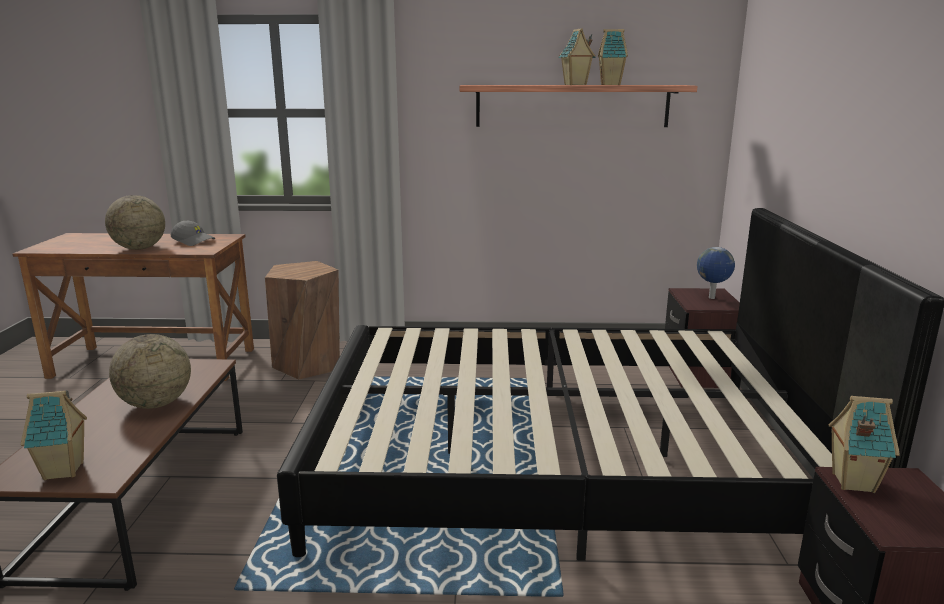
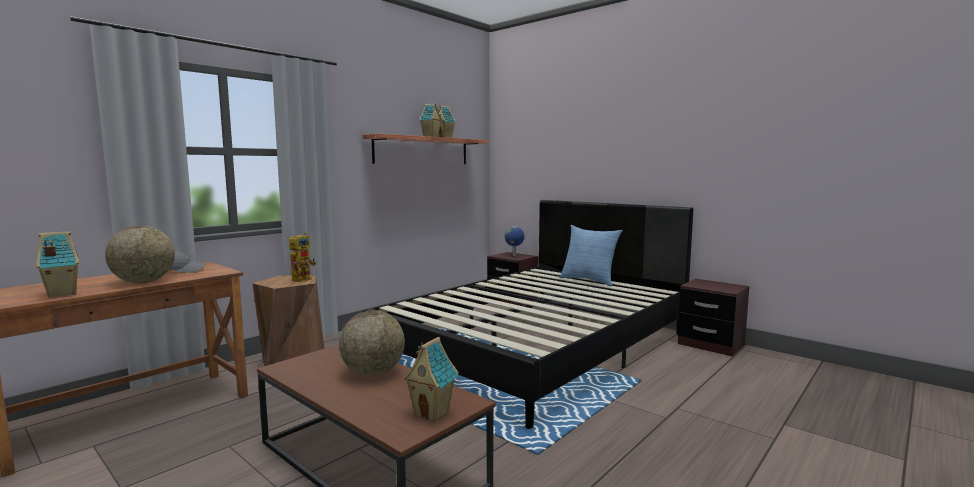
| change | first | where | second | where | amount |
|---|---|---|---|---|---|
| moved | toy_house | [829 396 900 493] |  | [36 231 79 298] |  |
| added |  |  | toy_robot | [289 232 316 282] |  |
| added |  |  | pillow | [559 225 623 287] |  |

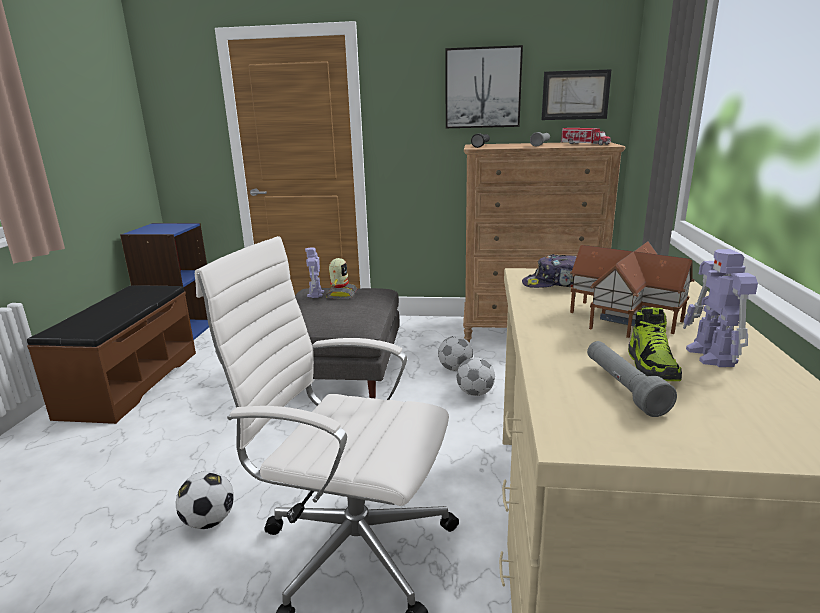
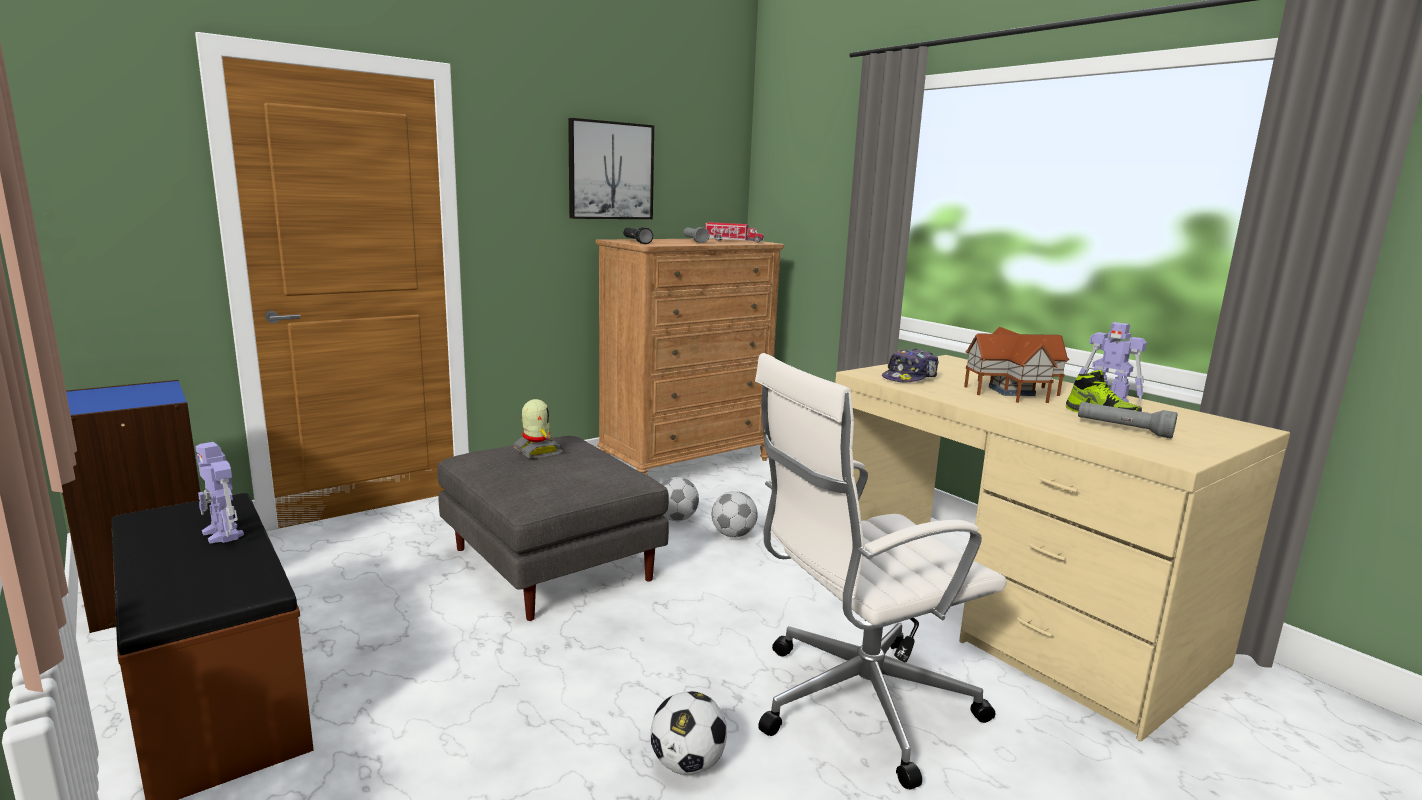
| change | first | where | second | where | amount |
|---|---|---|---|---|---|
| moved | toy_robot | [305 248 324 298] |  | [195 442 244 543] |  |
| removed | picture | [542 69 612 120] |  |  |  |

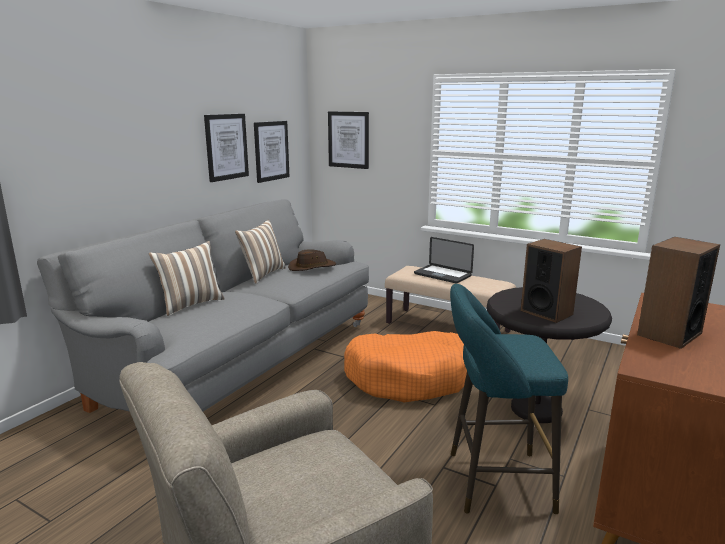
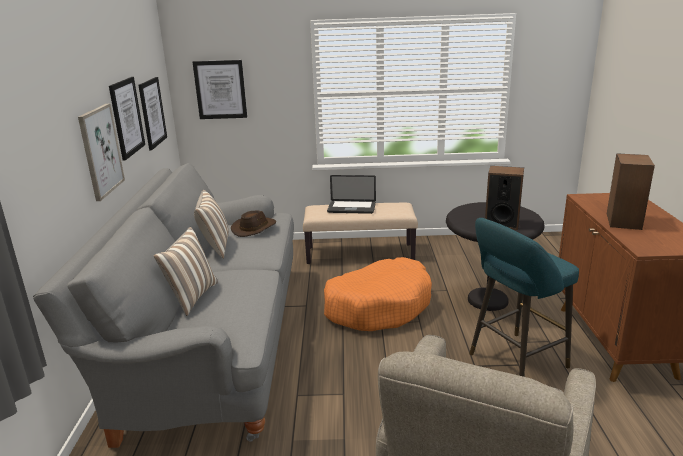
| change | first | where | second | where | amount |
|---|---|---|---|---|---|
| added |  |  | picture | [78 104 125 201] |  |

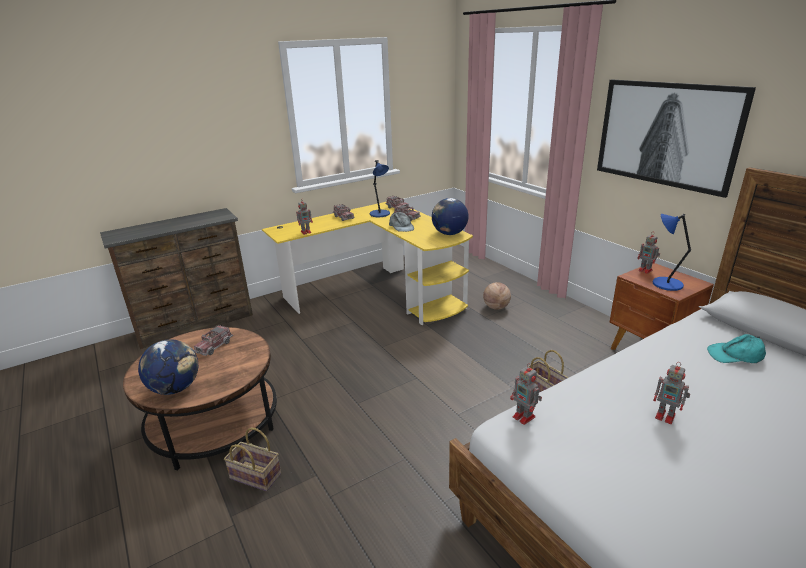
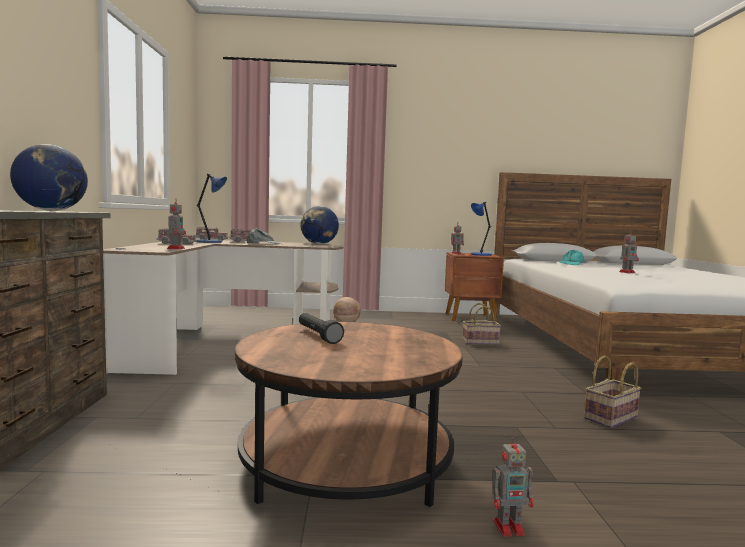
| change | first | where | second | where | amount |
|---|---|---|---|---|---|
| moved | globe | [138 339 198 395] |  | [10 144 88 211] |  |
| recoloured | yellow_desk | [262 202 473 325] | brown_desk | [103 240 344 375] |  |
| replaced | toy_truck | [194 325 233 356] | black_flashlight | [299 313 344 344] |  |
| moved | toy_robot | [510 364 542 425] |  | [493 436 534 537] |  |
| moved | basket | [224 427 281 491] |  | [584 355 641 428] |  |
| removed | picture | [597 79 756 198] |  |  |  |

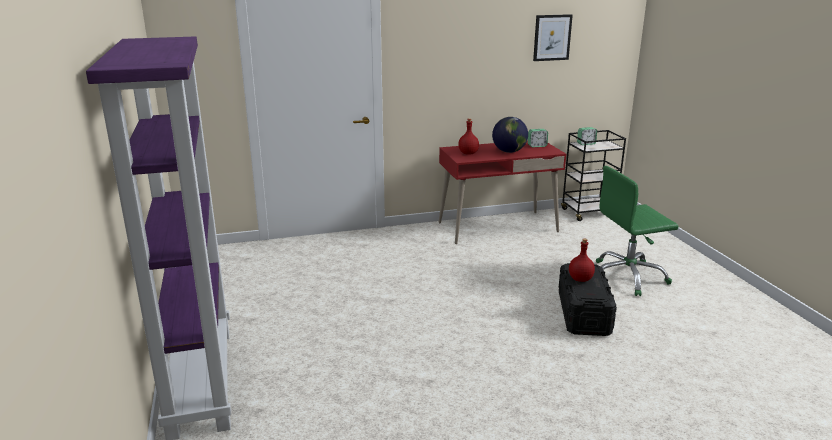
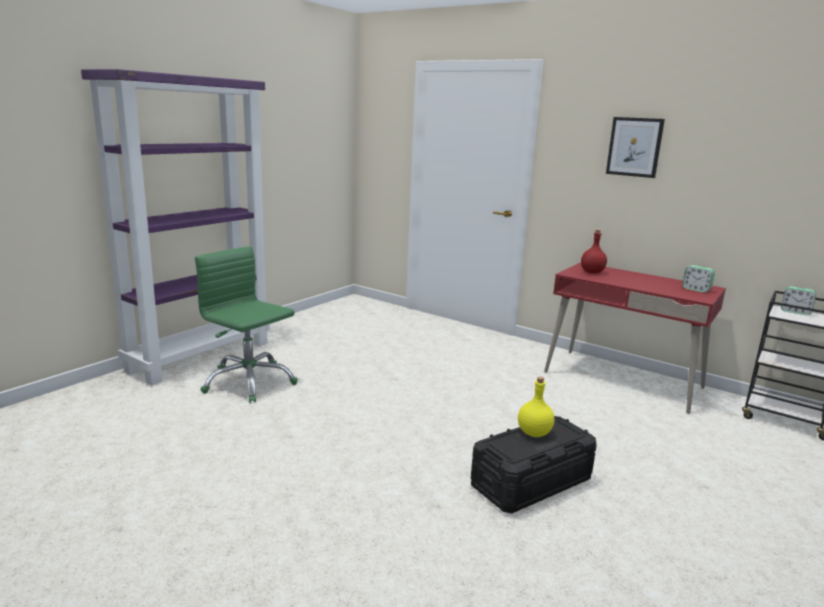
| change | first | where | second | where | amount |
|---|---|---|---|---|---|
| moved | green_office_chair | [596 166 679 296] |  | [195 246 298 403] |  |
| recoloured | red_bottle | [569 239 595 282] | yellow_bottle | [518 377 555 437] |  |
| moved | picture | [533 14 573 61] |  | [606 117 665 178] |  |
| removed | globe | [492 117 528 153] |  |  |  |

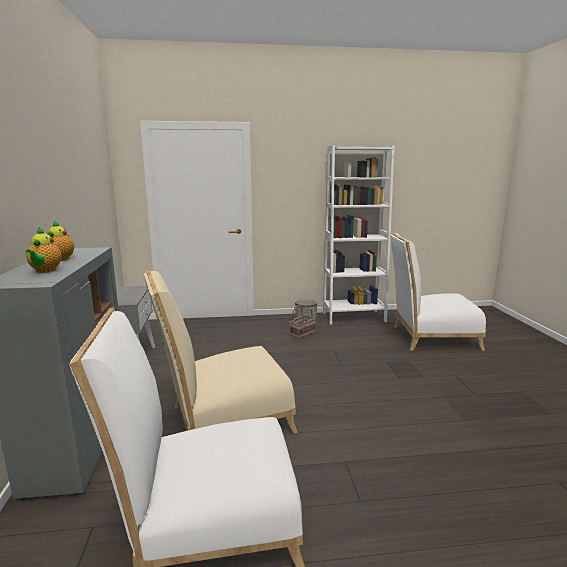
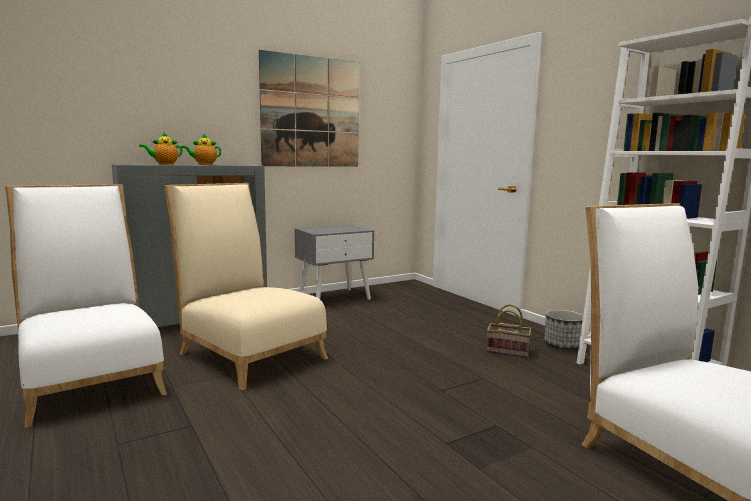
| change | first | where | second | where | amount |
|---|---|---|---|---|---|
| added |  |  | picture | [259 50 359 167] |  |

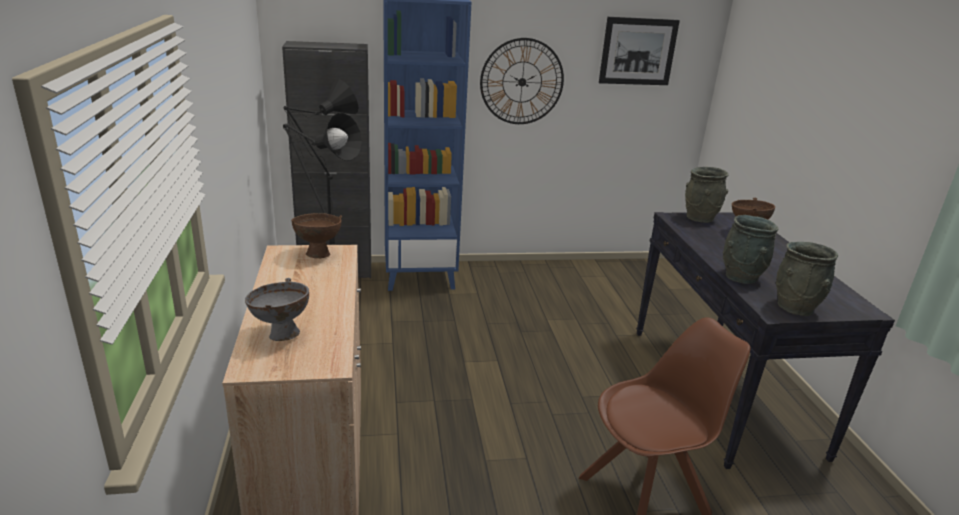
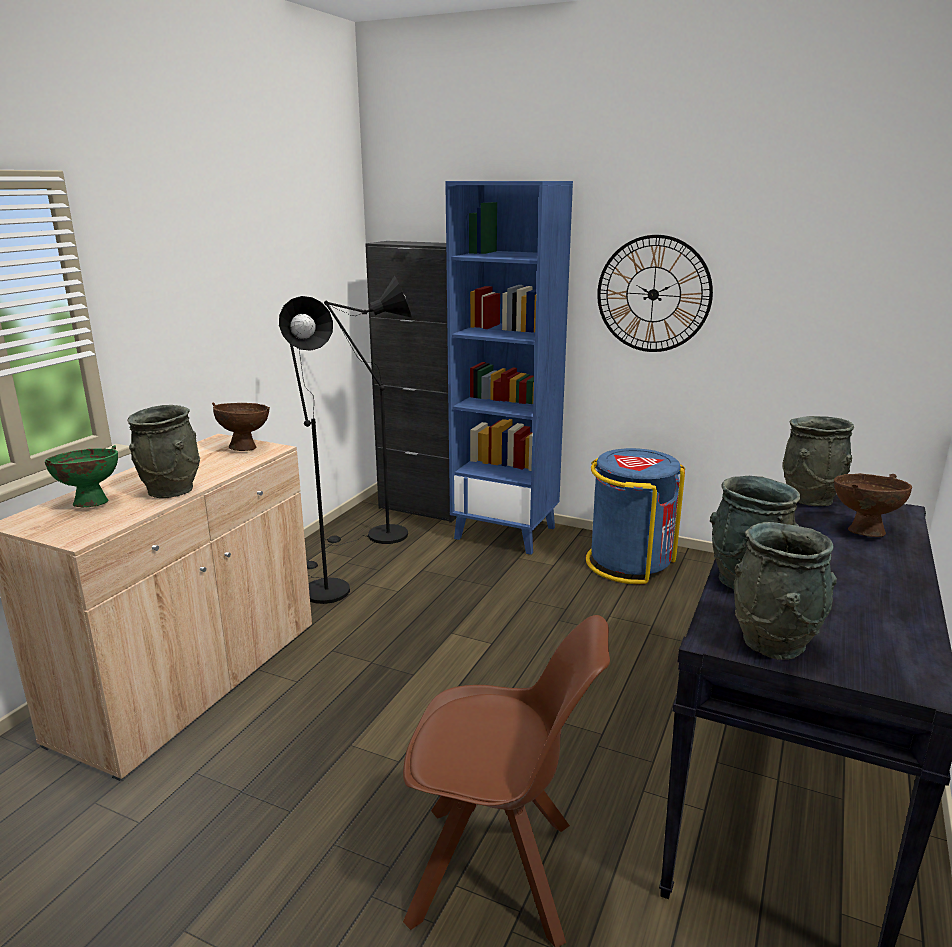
| change | first | where | second | where | amount |
|---|---|---|---|---|---|
| recoloured | grey_bowl | [245 278 309 341] | green_bowl | [45 445 118 507] |  |
| added |  |  | grey_vase | [127 405 200 498] |  |
| added |  |  | blue_trash_can | [586 448 685 584] |  |
| removed | picture | [599 17 680 85] |  |  |  |

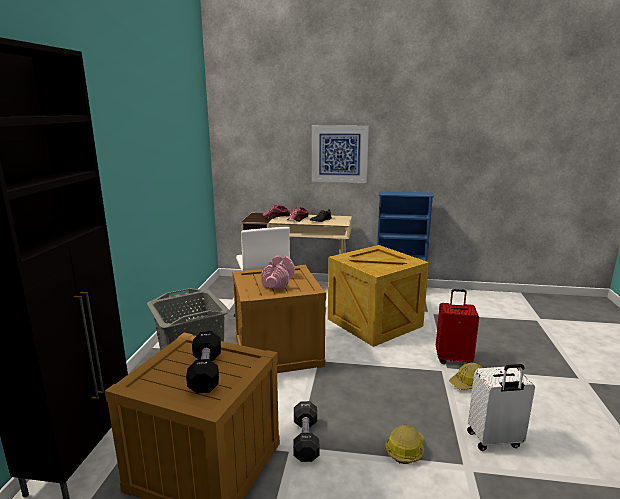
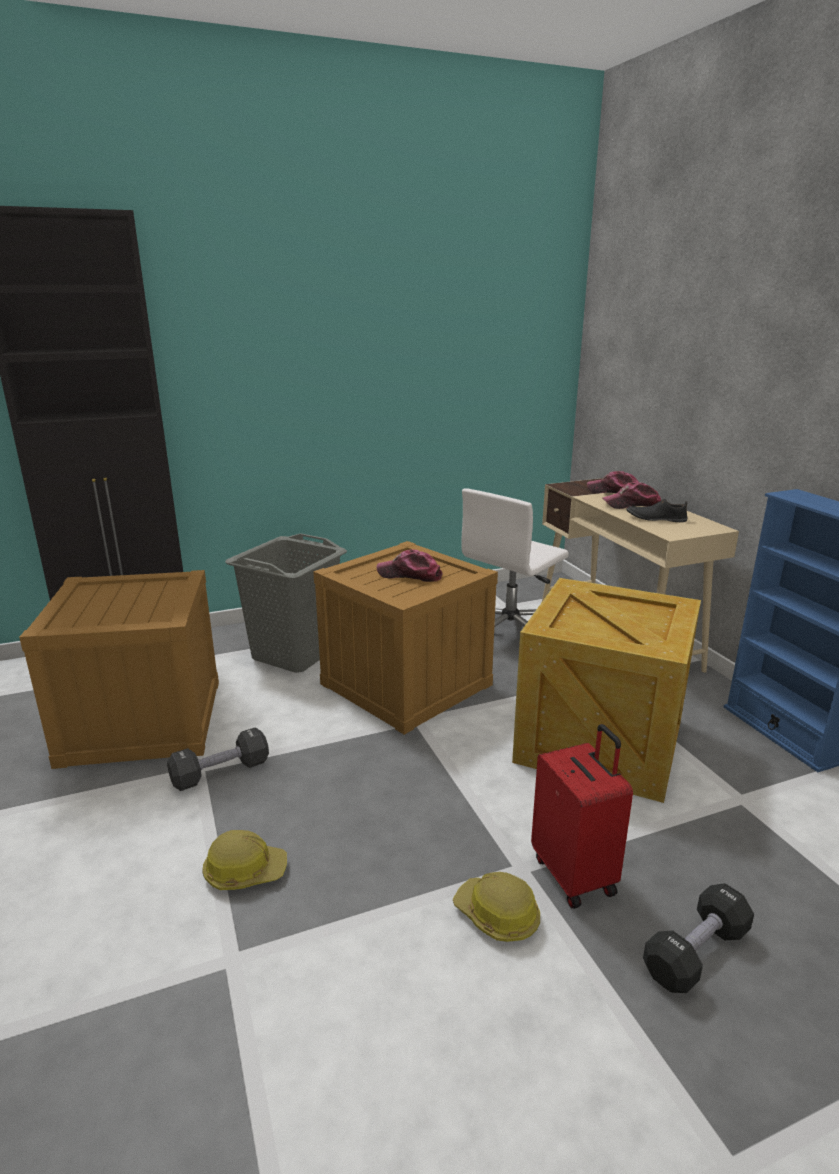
| change | first | where | second | where | amount |
|---|---|---|---|---|---|
| replaced | pink_dumbbell | [261 255 295 289] | cap | [377 550 442 582] |  |
| moved | black_dumbbell | [186 331 221 394] |  | [643 883 754 993] |  |
| removed | picture | [312 125 369 183] |  |  |  |
| removed | white_suitcase | [467 364 535 451] |  |  |  |

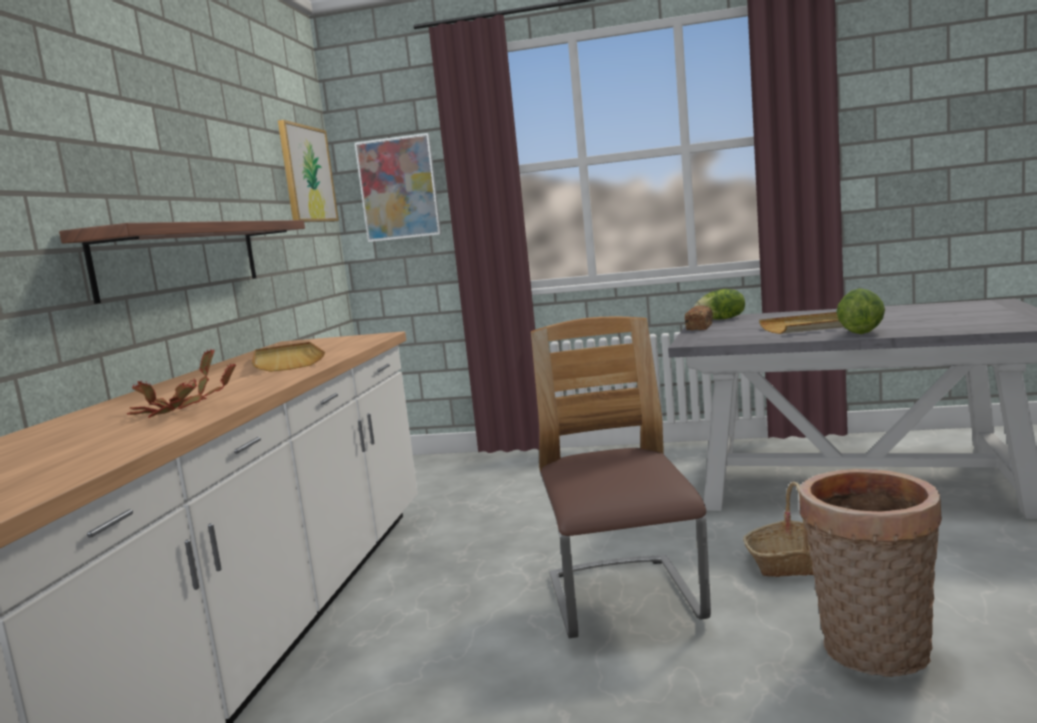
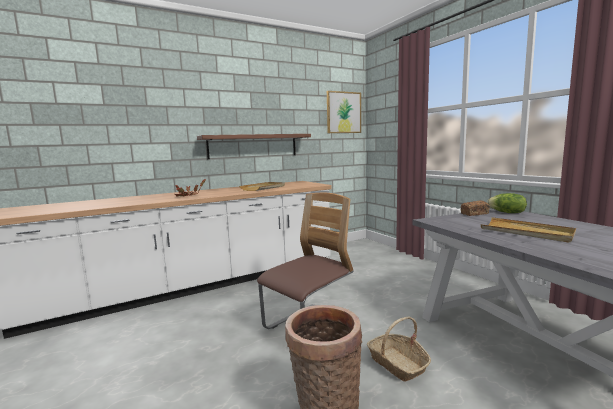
| change | first | where | second | where | amount |
|---|---|---|---|---|---|
| removed | picture | [355 133 441 242] |  |  |  |
| removed | lettuce | [836 288 885 334] |  |  |  |

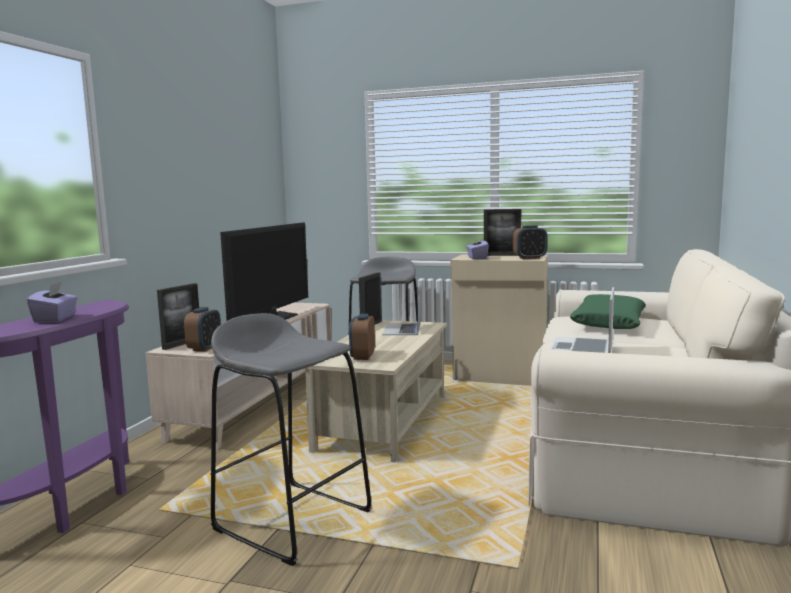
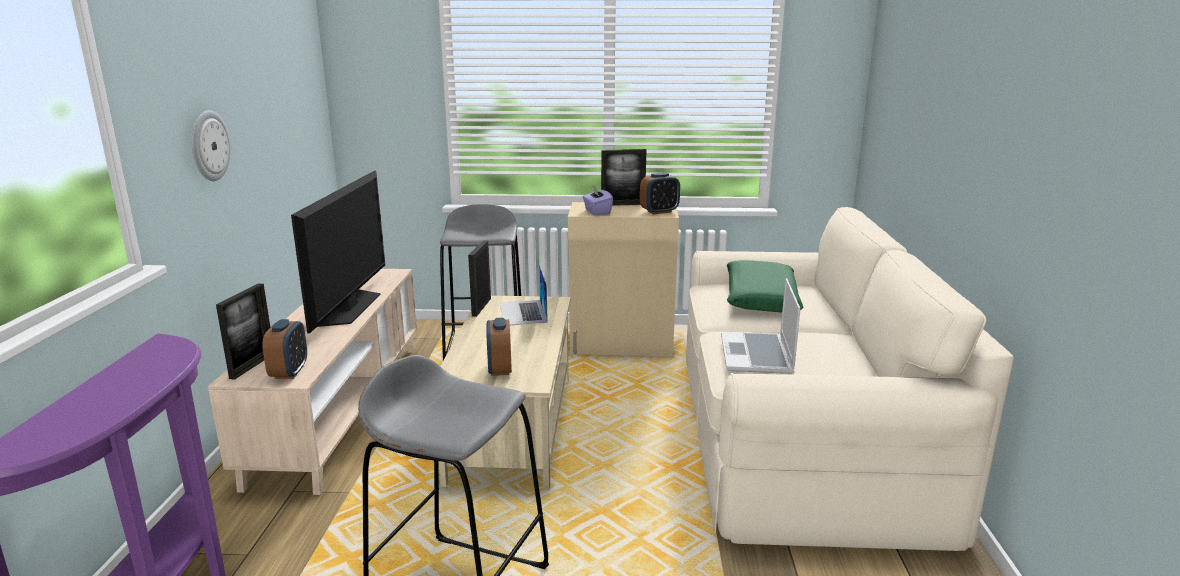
| change | first | where | second | where | amount |
|---|---|---|---|---|---|
| added |  |  | wall_clock | [192 110 231 181] |  |
| removed | purple_tissue_box | [26 282 78 323] |  |  |  |

